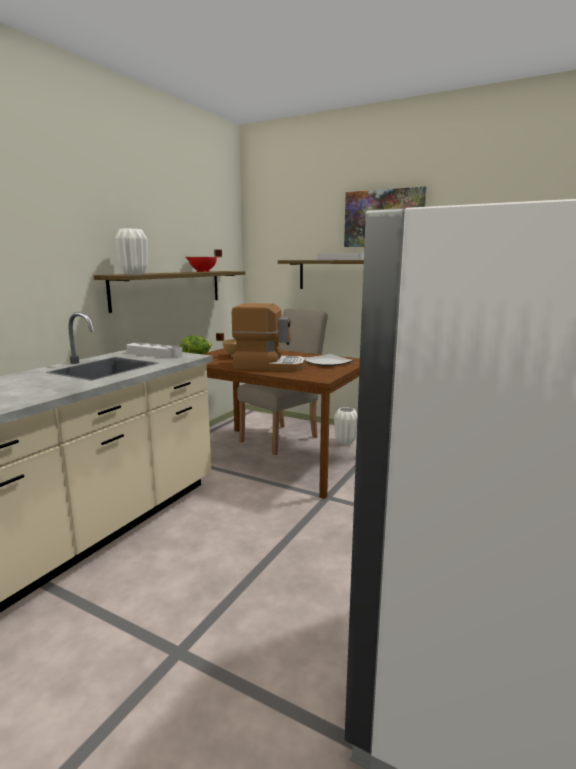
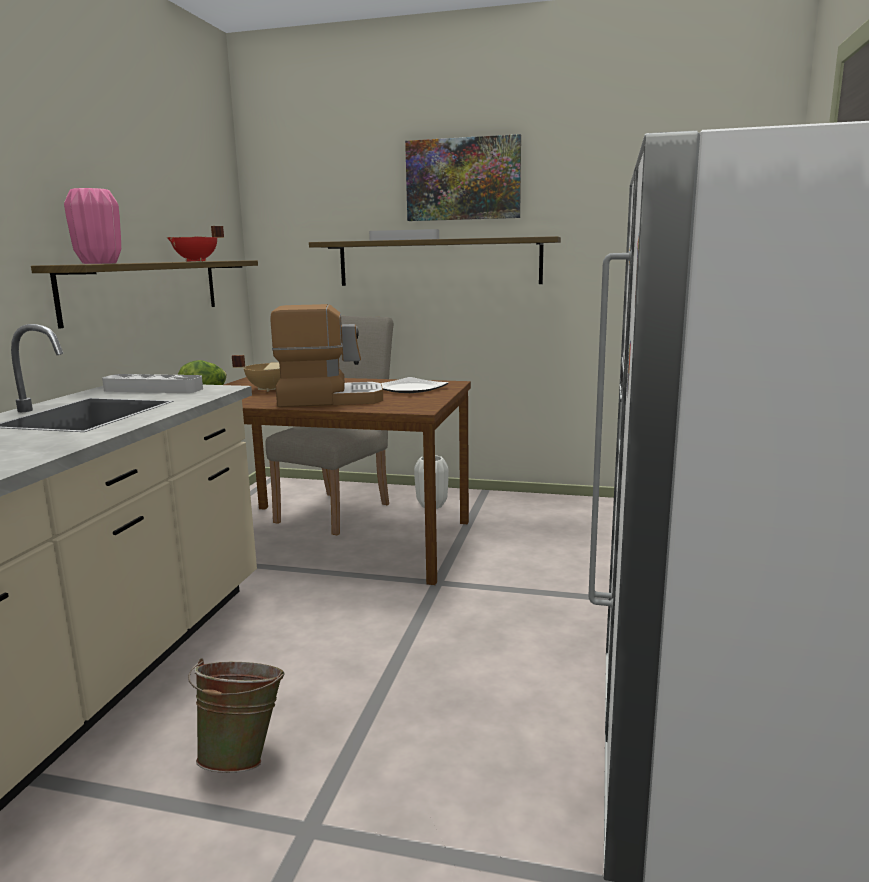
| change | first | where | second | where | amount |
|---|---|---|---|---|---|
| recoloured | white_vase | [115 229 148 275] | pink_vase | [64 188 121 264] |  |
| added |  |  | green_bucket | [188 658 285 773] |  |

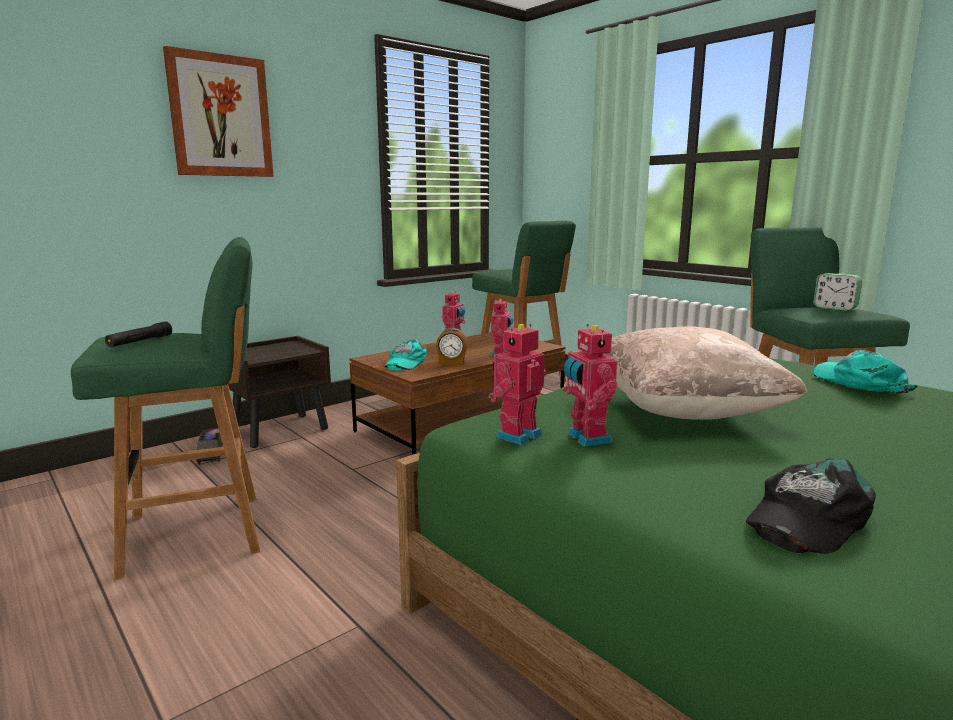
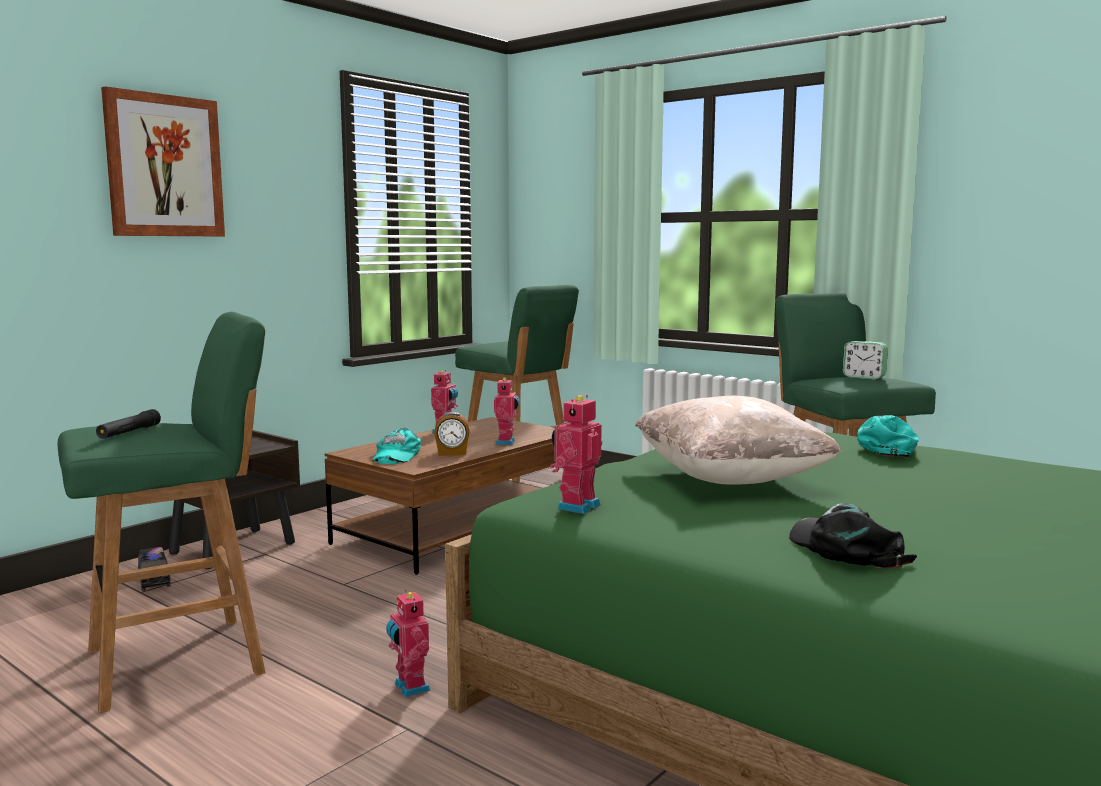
| change | first | where | second | where | amount |
|---|---|---|---|---|---|
| moved | toy_robot | [563 324 617 447] |  | [386 590 431 697] |  |
| turned | black_cap | [746 458 876 554] |  | [789 503 917 568] | 120 degrees clockwise |
| turned | turquoise_cap | [813 350 918 394] |  | [857 415 919 457] | 60 degrees clockwise |

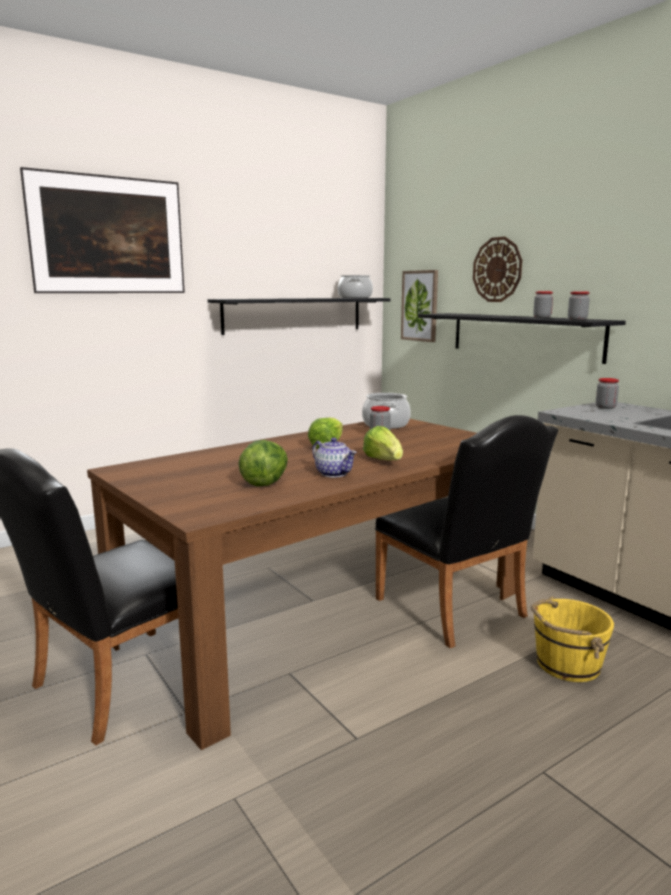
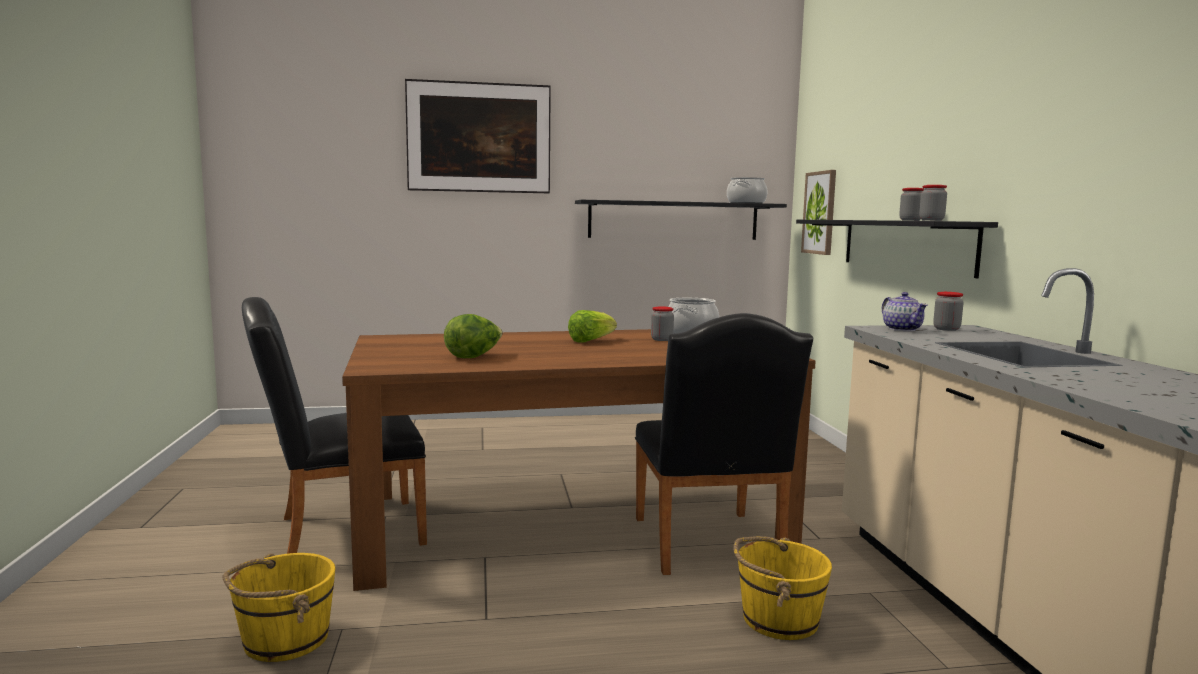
| change | first | where | second | where | amount |
|---|---|---|---|---|---|
| added |  |  | yellow_bucket | [223 553 336 662] |  |
| moved | teapot | [312 437 357 478] |  | [882 292 928 331] |  |
| removed | lettuce | [363 426 403 461] |  |  |  |
| removed | wall_clock | [473 237 522 302] |  |  |  |

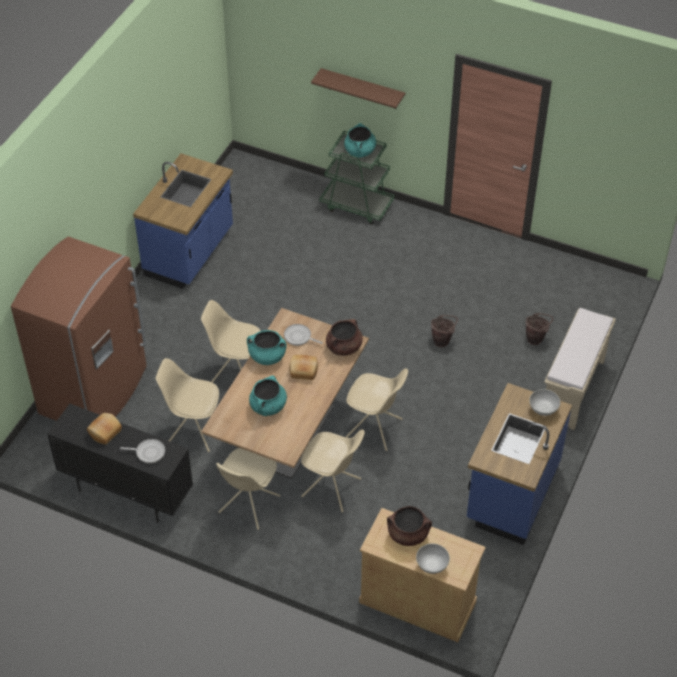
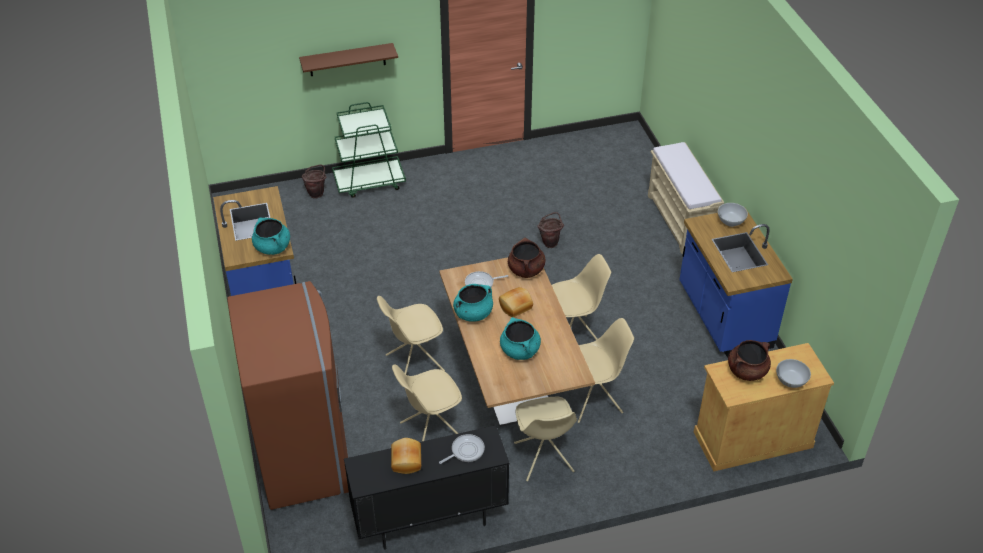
| change | first | where | second | where | amount |
|---|---|---|---|---|---|
| moved | turquoise_cooking_pot | [344 123 376 158] |  | [252 218 290 255] |  |
| moved | brown_bucket | [526 313 553 345] |  | [301 165 327 199] |  |

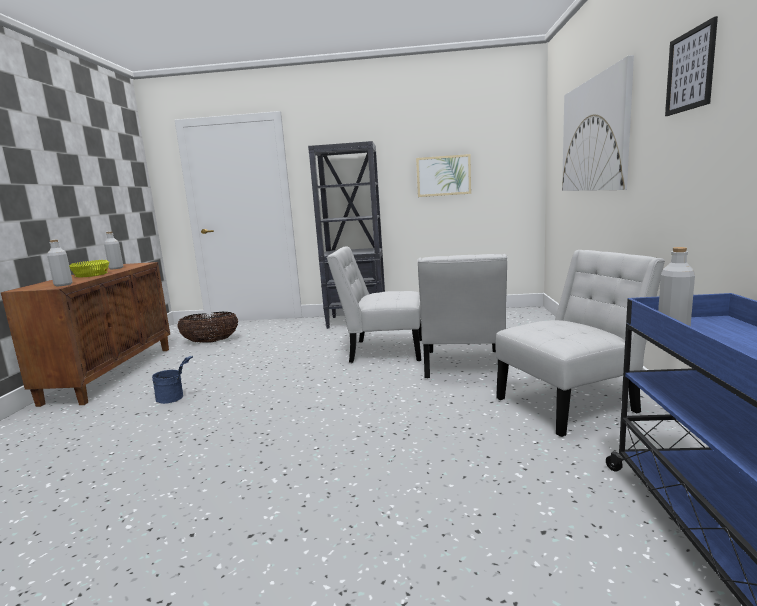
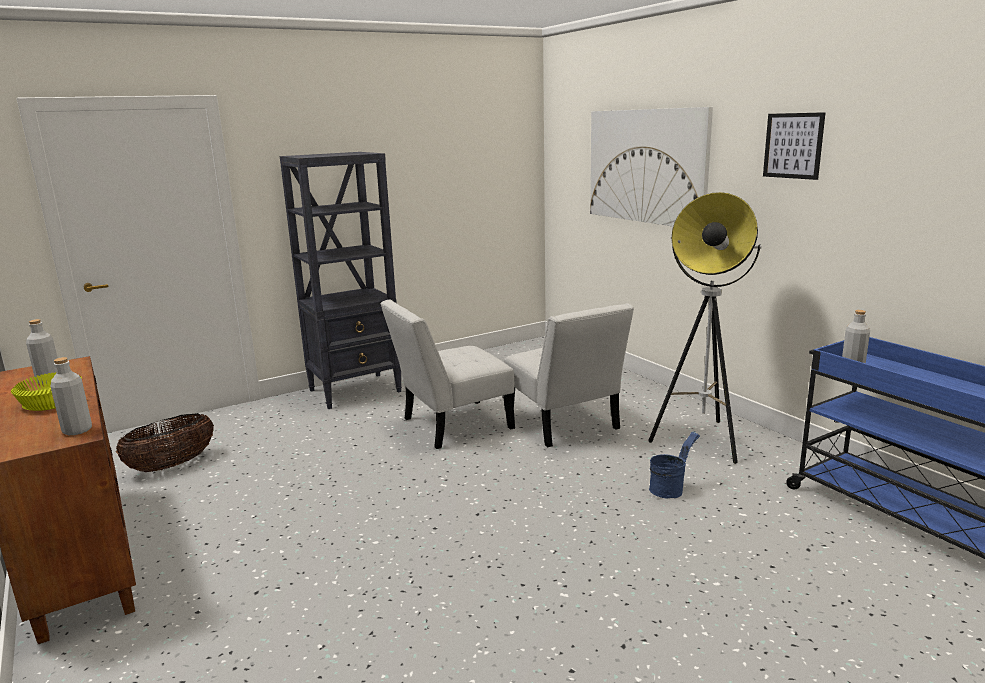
| change | first | where | second | where | amount |
|---|---|---|---|---|---|
| replaced | white_chair | [496 250 665 437] | floor_lamp | [648 192 762 464] |  |
| moved | blue_bucket | [152 356 193 404] |  | [649 431 700 499] |  |
| removed | picture | [416 154 471 197] |  |  |  |

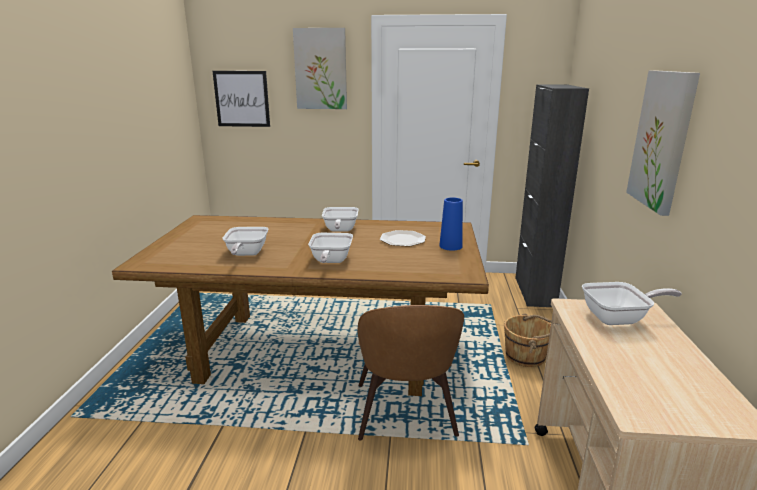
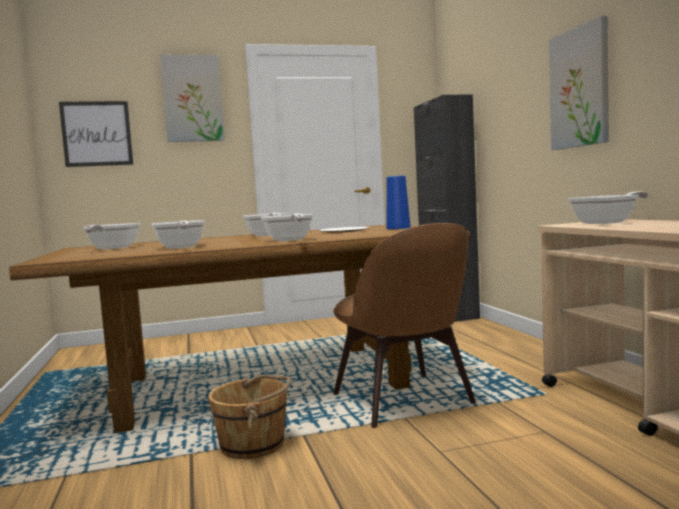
| change | first | where | second | where | amount |
|---|---|---|---|---|---|
| added |  |  | frying_pan | [83 223 140 249] |  |
| moved | brown_bucket | [504 314 552 367] |  | [208 374 291 459] |  |

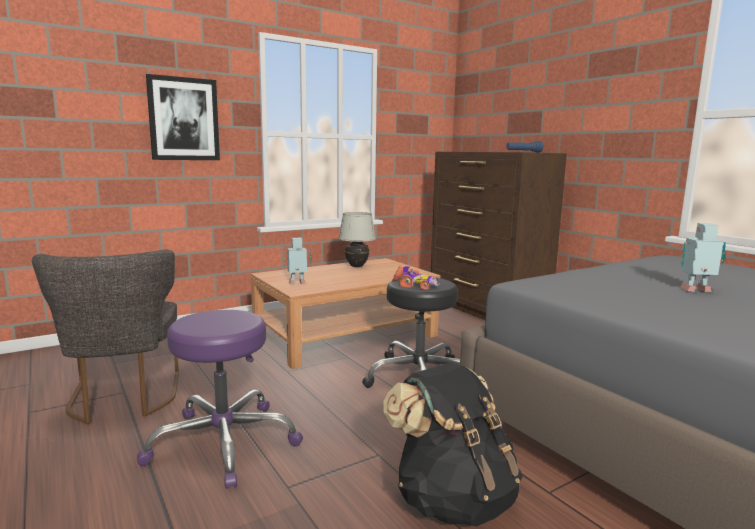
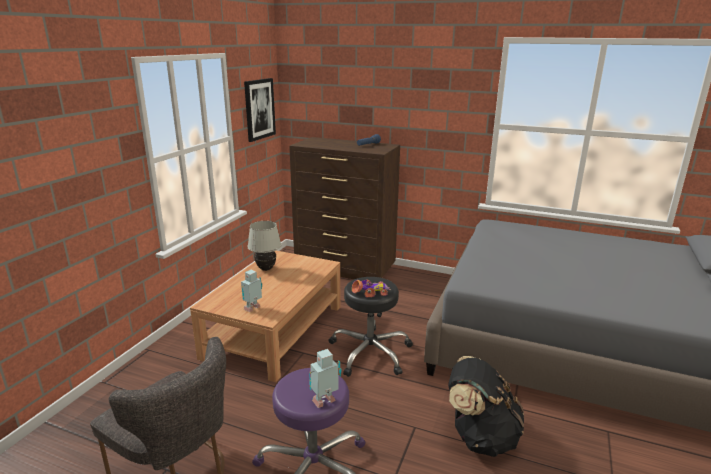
| change | first | where | second | where | amount |
|---|---|---|---|---|---|
| moved | picture | [146 74 220 160] |  | [244 78 276 142] |  |
| moved | toy_robot | [680 223 726 292] |  | [309 349 341 408] |  |

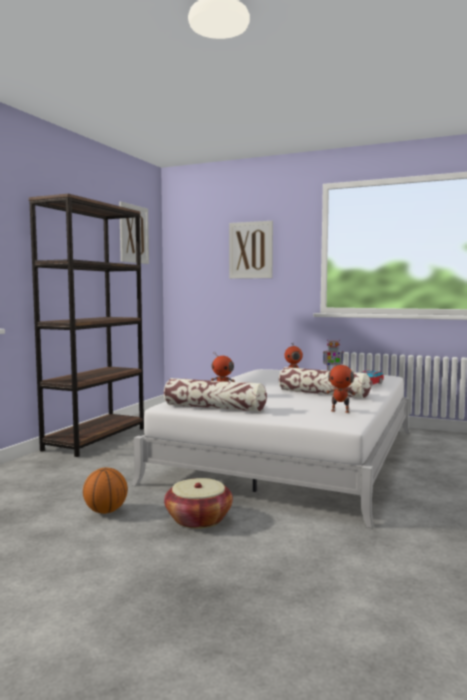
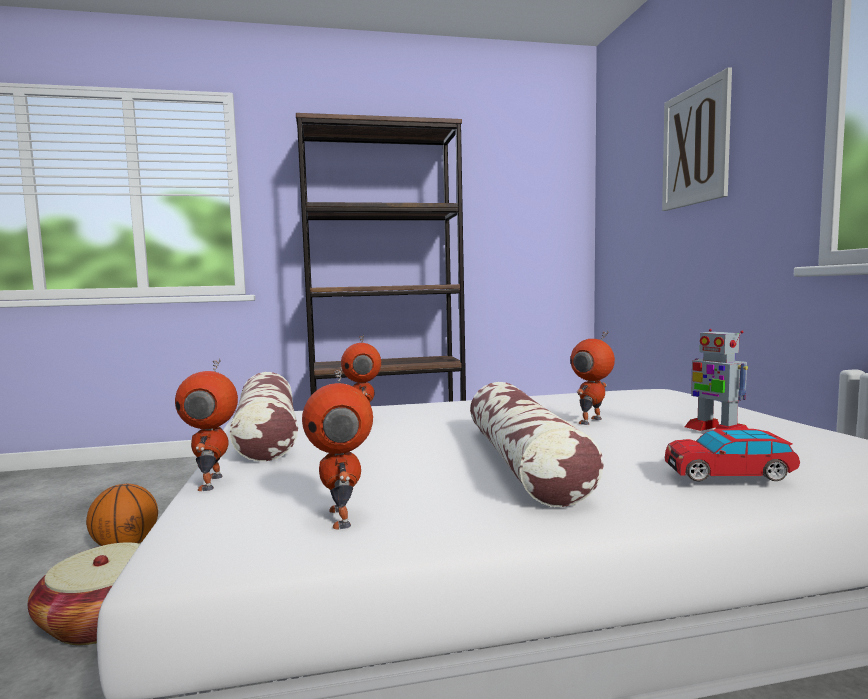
| change | first | where | second | where | amount |
|---|---|---|---|---|---|
| added |  |  | toy_robot | [175 358 238 491] |  |
| removed | picture | [119 202 149 264] |  |  |  |

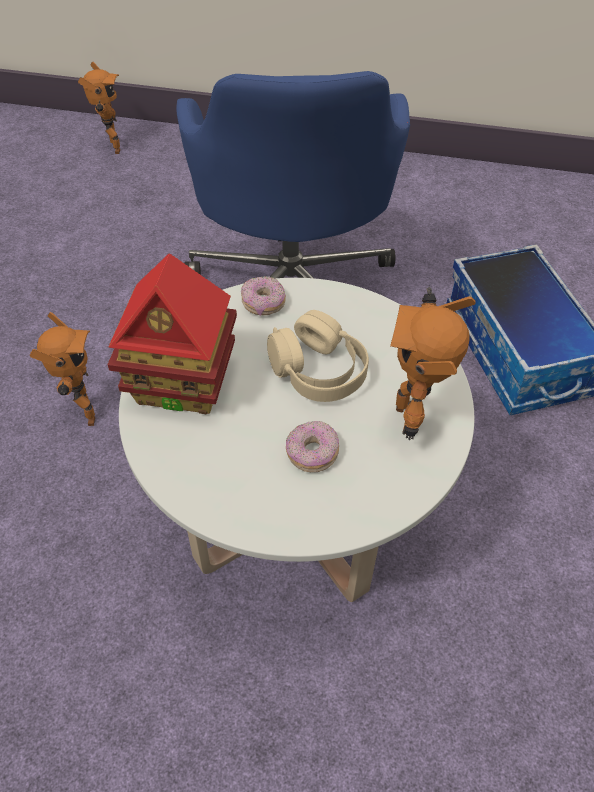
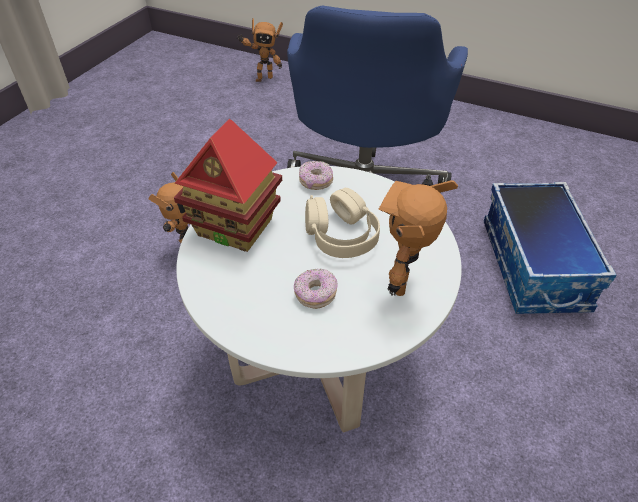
| change | first | where | second | where | amount |
|---|---|---|---|---|---|
| turned | toy_robot | [78 62 120 154] |  | [237 18 283 82] | 75 degrees clockwise |

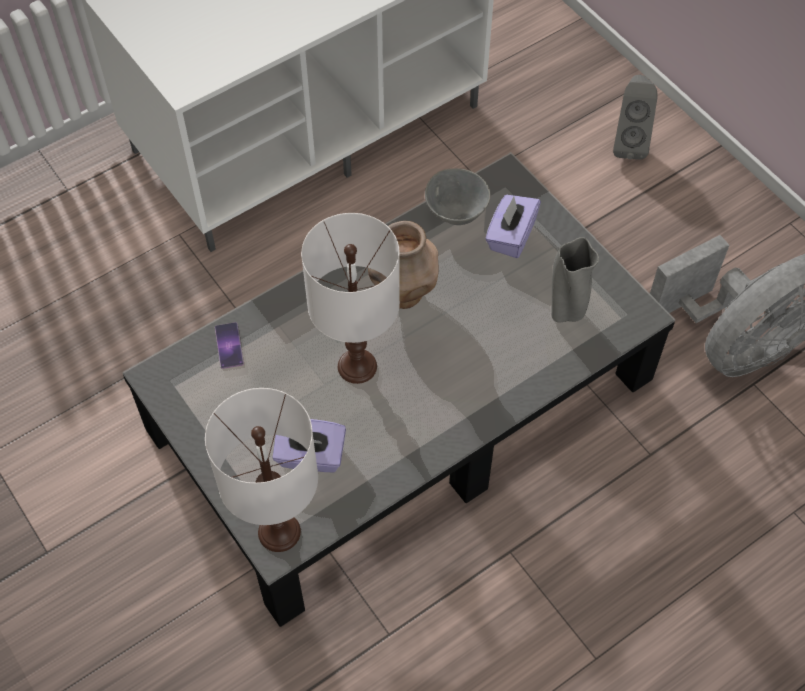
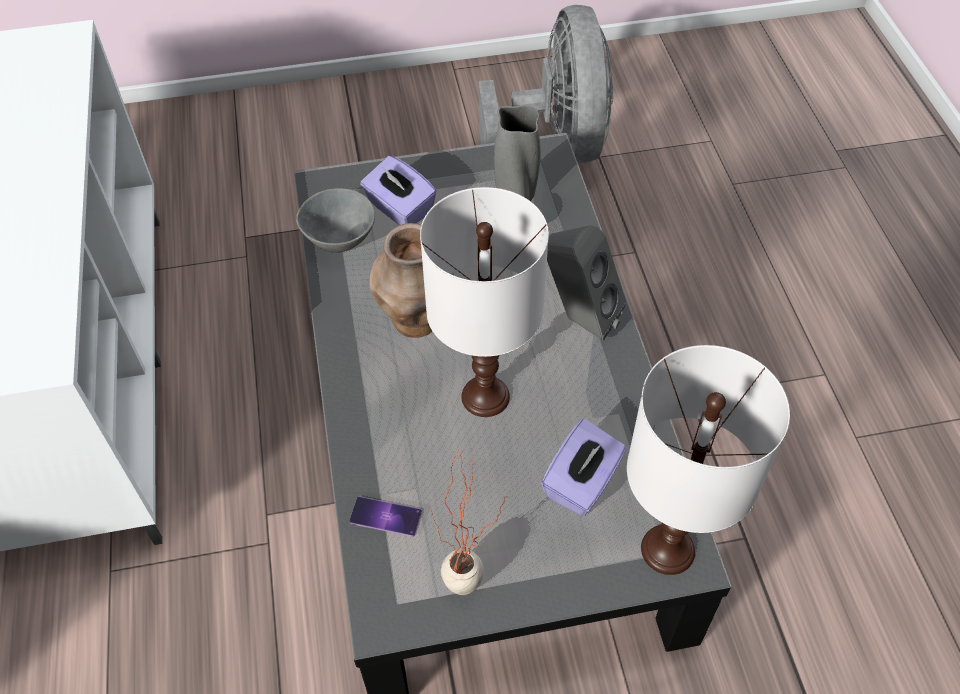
| change | first | where | second | where | amount |
|---|---|---|---|---|---|
| added |  |  | potted_plant | [431 450 509 595] |  |
| moved | grey_speaker | [613 75 658 160] |  | [547 225 626 341] |  |

